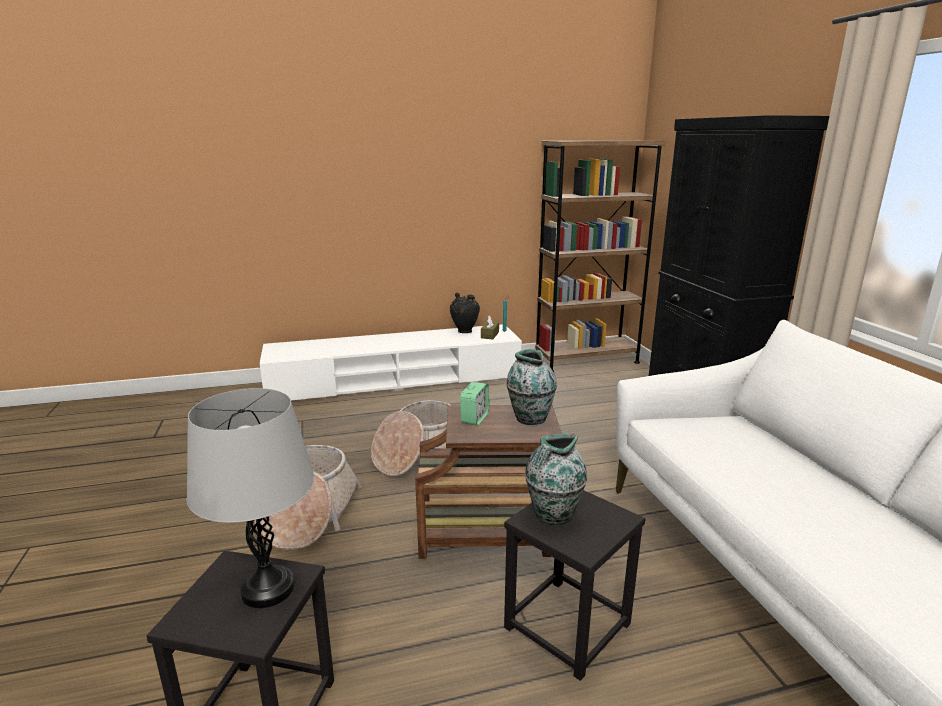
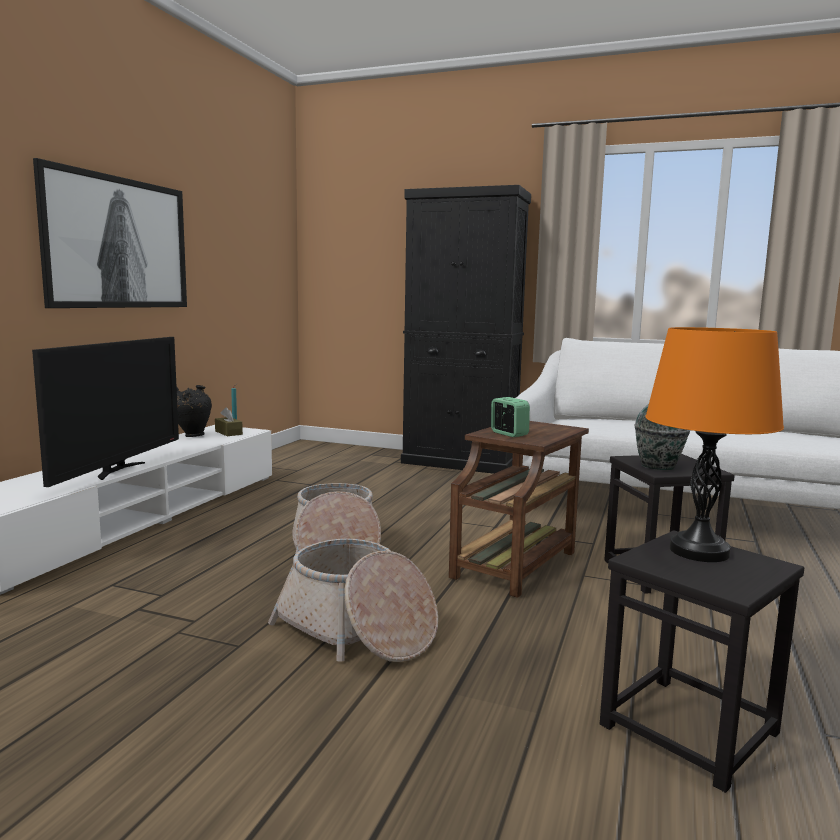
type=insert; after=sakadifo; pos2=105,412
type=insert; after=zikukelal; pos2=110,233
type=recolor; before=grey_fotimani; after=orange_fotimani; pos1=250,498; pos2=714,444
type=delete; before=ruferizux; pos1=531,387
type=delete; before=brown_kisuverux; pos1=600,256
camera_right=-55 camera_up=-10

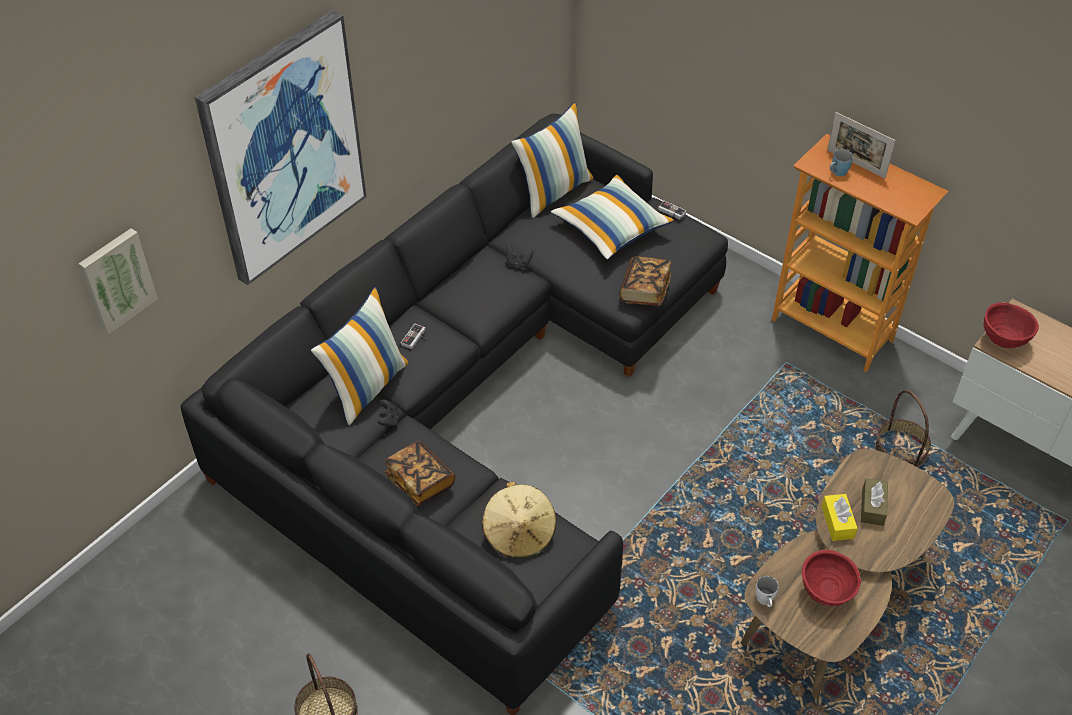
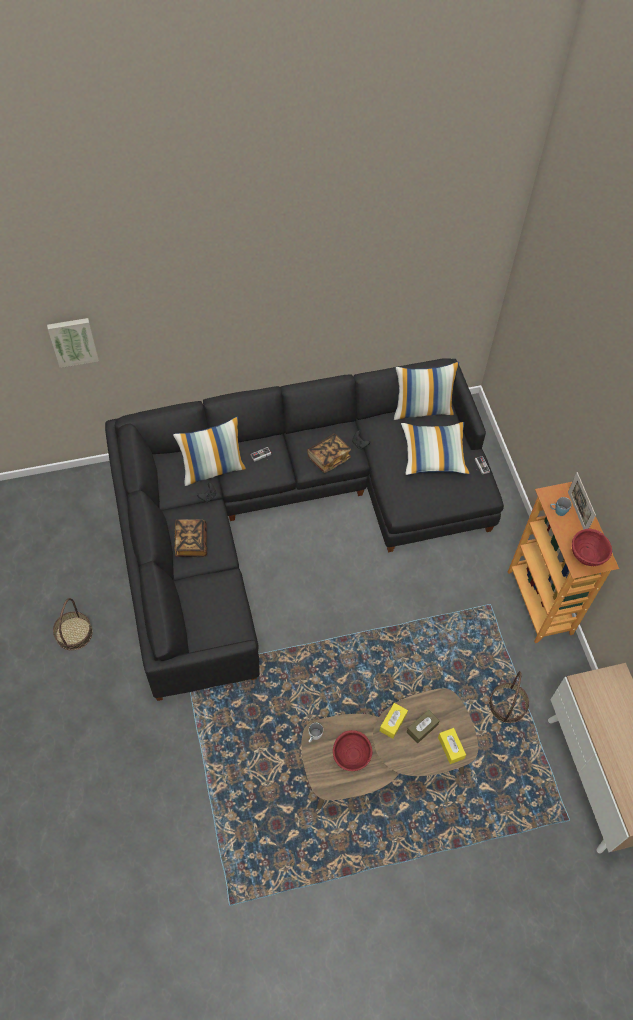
type=move; before=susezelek; pos1=645,281; pos2=329,453
type=insert; after=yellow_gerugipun; pos2=452,746
type=move; before=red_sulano; pos1=1011,325; pos2=592,548
type=delete; before=zikukelal; pos1=280,147
type=delete; before=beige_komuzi; pos1=519,520
camera_right=35 camera_up=10

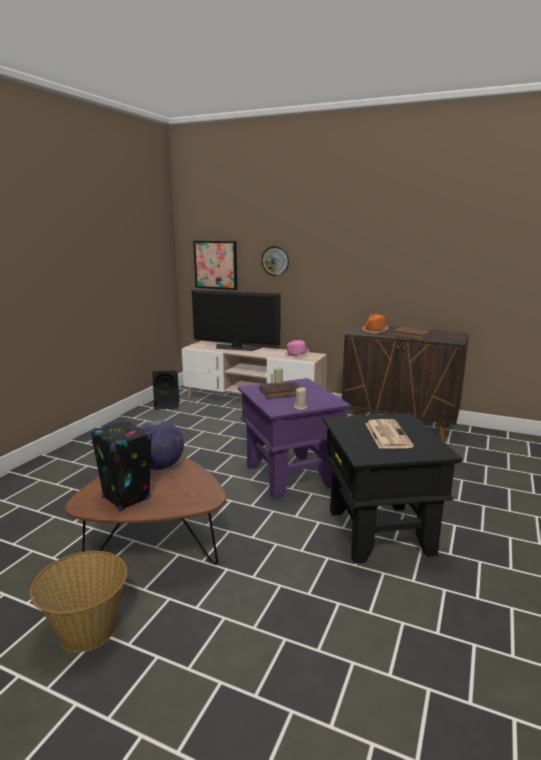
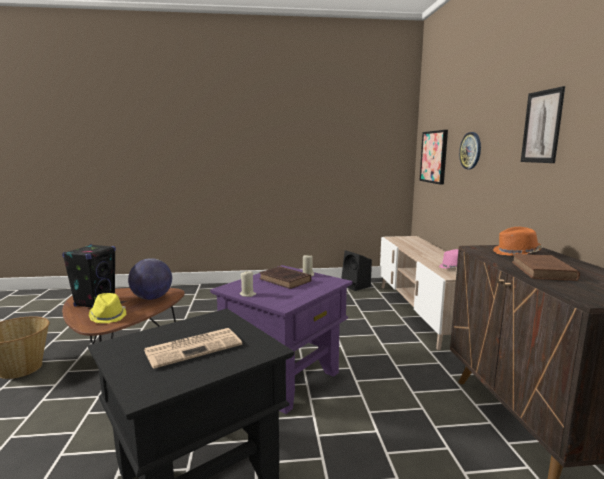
type=insert; after=yellow_komuzi; pos2=107,308
type=insert; after=zikukelal; pos2=543,124
type=delete; before=sakadifo; pos1=236,320
camera_right=60 camera_up=-5

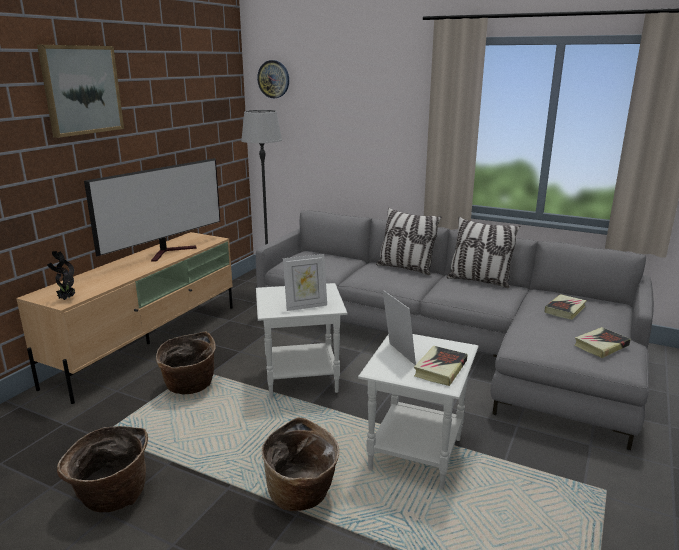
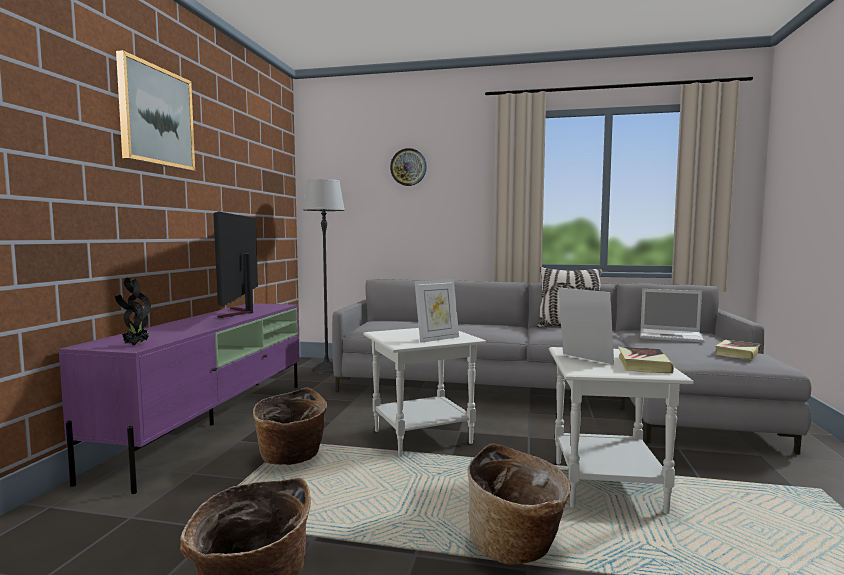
type=recolor; before=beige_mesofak; after=purple_mesofak; pos1=124,318; pos2=179,398
type=rotate; before=sakadifo; pos1=152,210; pos2=235,264; turn=150
type=move; before=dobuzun; pos1=273,79; pos2=408,167
type=replace; before=susezelek; after=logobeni; pos1=566,307; pos2=673,316
type=delete; before=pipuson; pos1=408,241
camera_right=-15 camera_up=-15

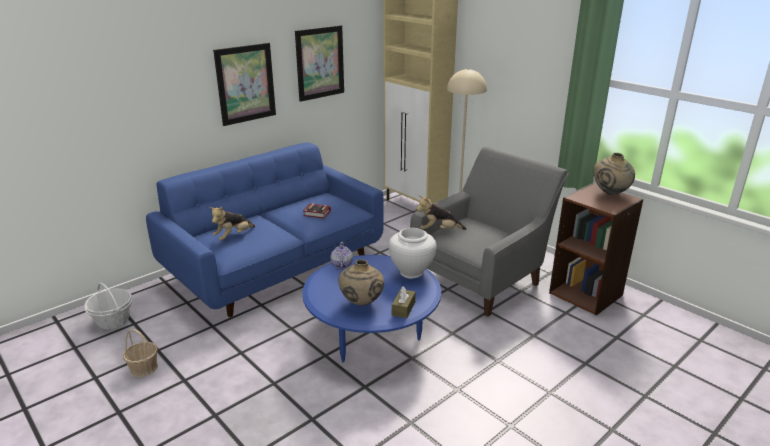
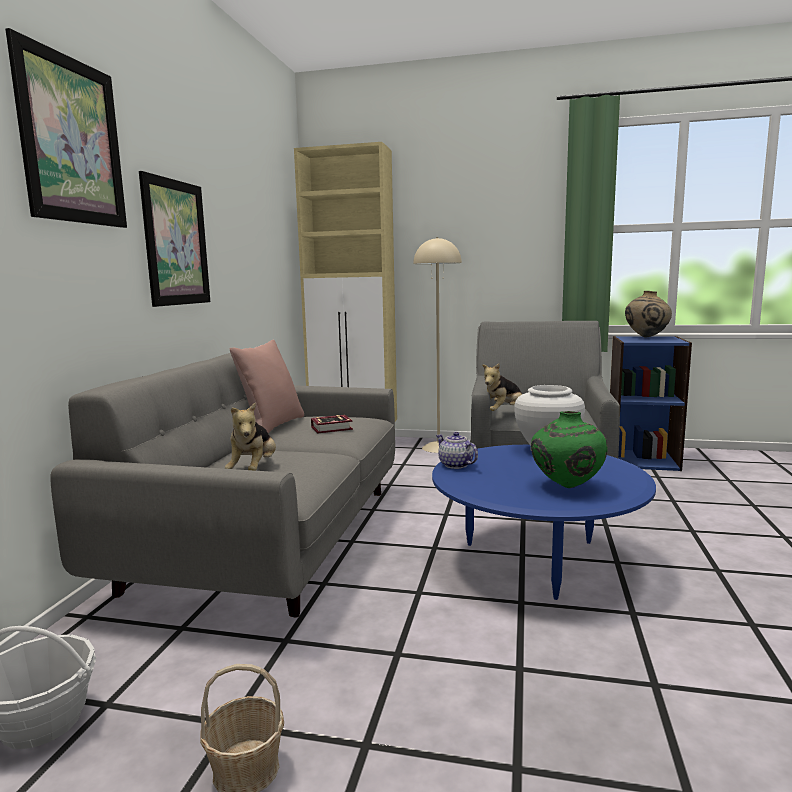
type=move; before=zikukelal; pos1=319,63; pos2=66,128
type=recolor; before=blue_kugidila; after=grey_kugidila; pos1=265,229; pos2=222,485
type=insert; after=pink_pipuson; pos2=267,387
type=recolor; before=beige_ruferizux; after=green_ruferizux; pos1=361,283; pos2=569,449
type=recolor; before=brown_kisuverux; after=blue_kisuverux; pos1=596,249; pos2=651,403
type=delete; before=brown_gerugipun; pos1=404,302
camera_right=-35 camera_up=-15

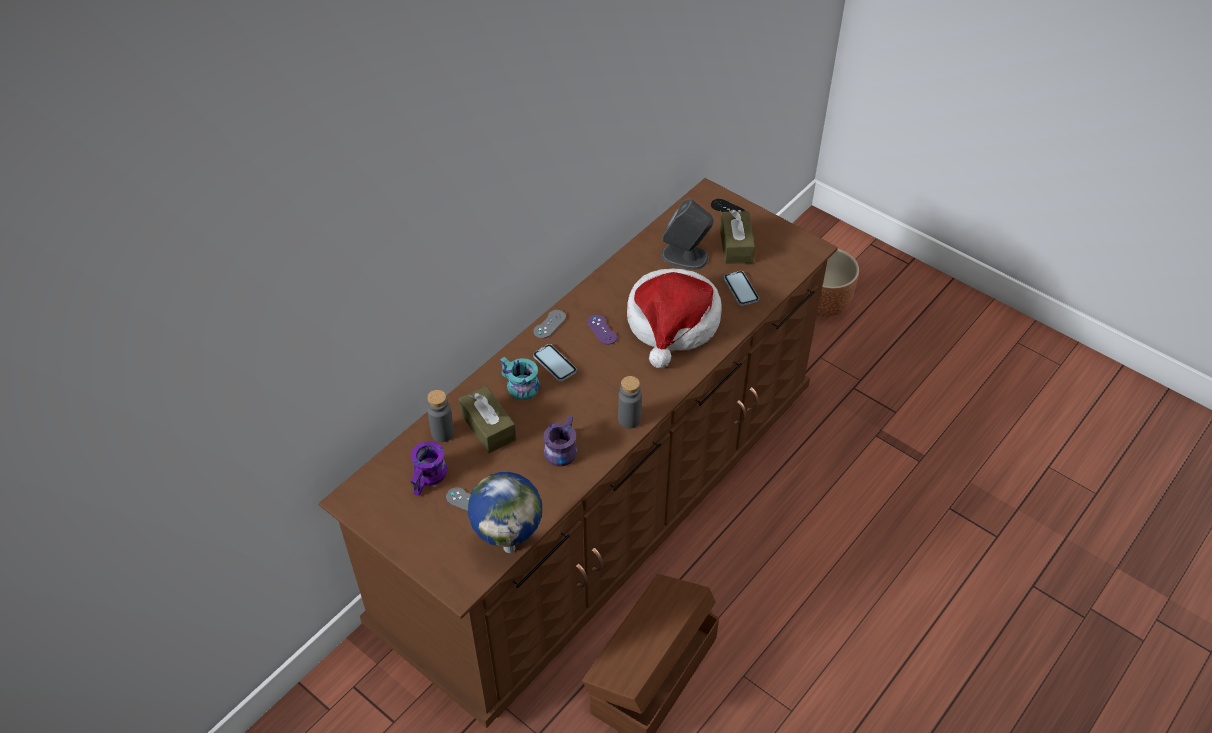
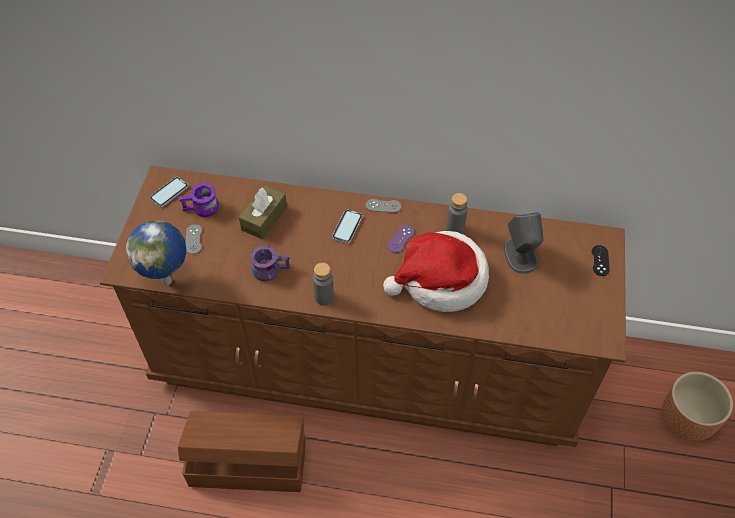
type=move; before=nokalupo; pos1=741,288; pos2=169,192
type=move; before=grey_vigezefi; pos1=440,416; pos2=457,213
type=delete; before=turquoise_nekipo; pos1=520,378
type=delete; before=brown_gerugipun; pos1=737,237
camera_right=60 camera_up=5

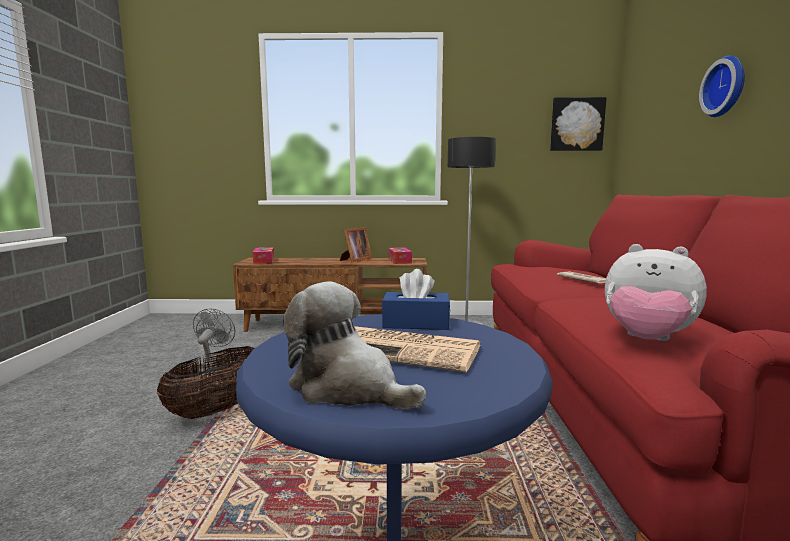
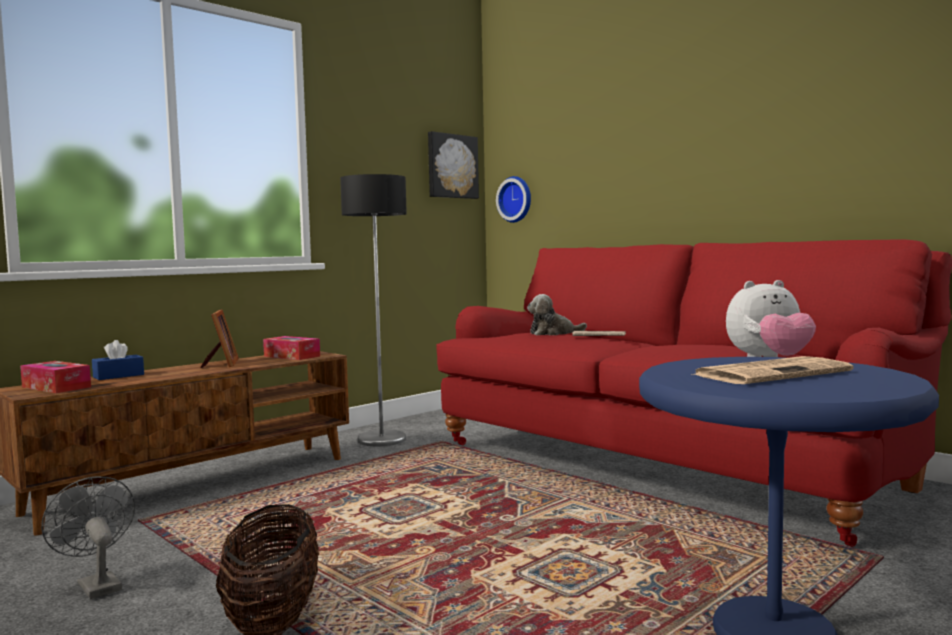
type=move; before=blue_gerugipun; pos1=416,299; pos2=118,360
type=move; before=dobuzun; pos1=722,86; pos2=513,199
type=move; before=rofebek; pos1=354,345; pos2=557,315
camera_right=-45 camera_up=-5

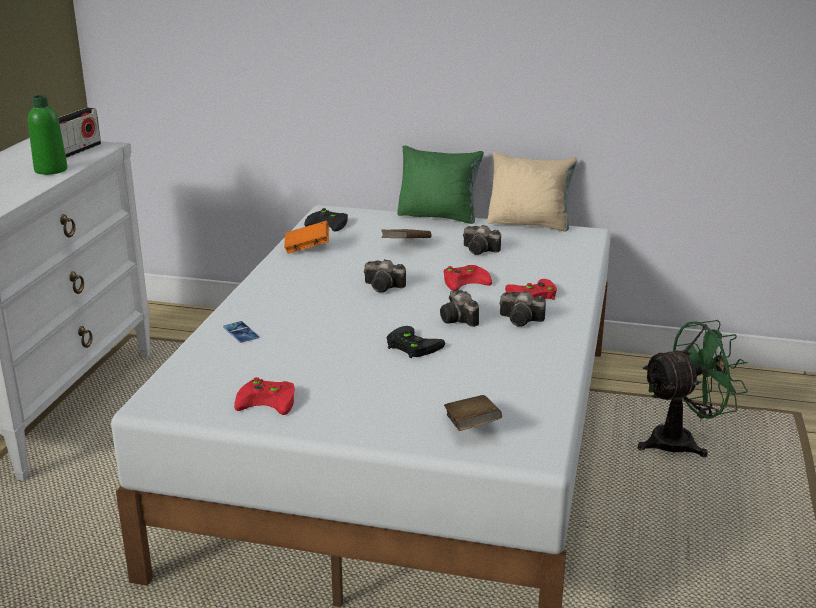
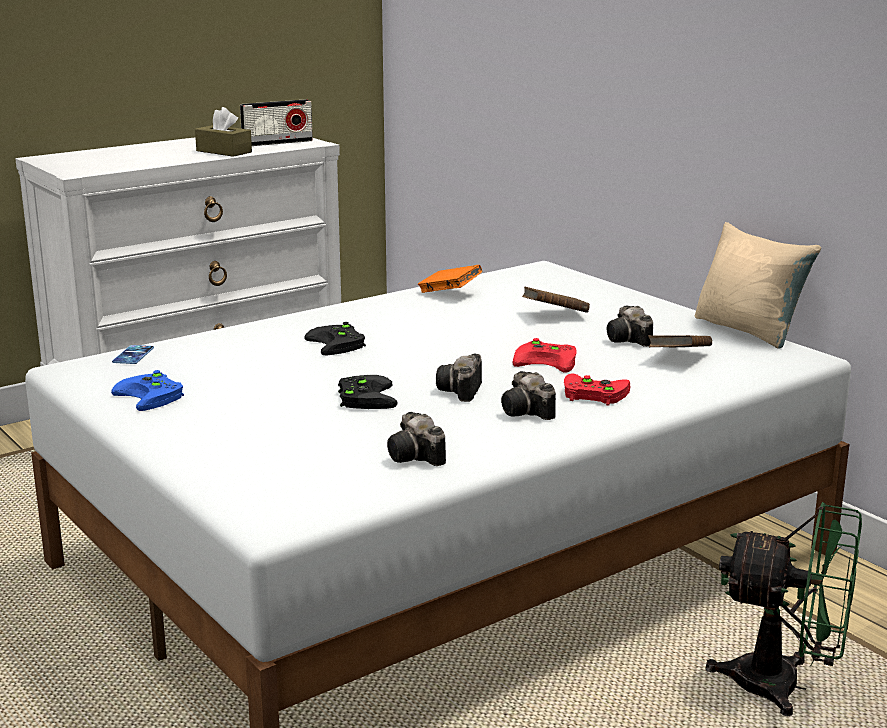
type=recolor; before=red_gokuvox; after=blue_gokuvox; pos1=264,396; pos2=147,390
type=move; before=nokalupo; pos1=241,332; pos2=133,354
type=replace; before=green_vigezefi; after=brown_gerugipun; pos1=47,135; pos2=223,132
type=move; before=black_gokuvox; pos1=326,220; pos2=335,338
type=move; before=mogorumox; pos1=385,276; pos2=416,439
type=move; before=brown_susezelek; pos1=473,413; pos2=680,341
type=delete; before=green_pipuson; pos1=440,184
camera_right=40 camera_up=-5

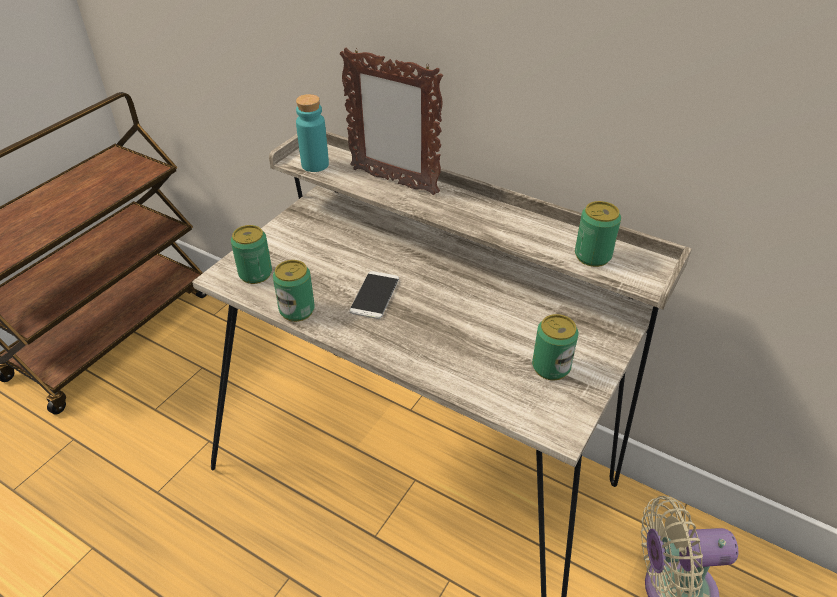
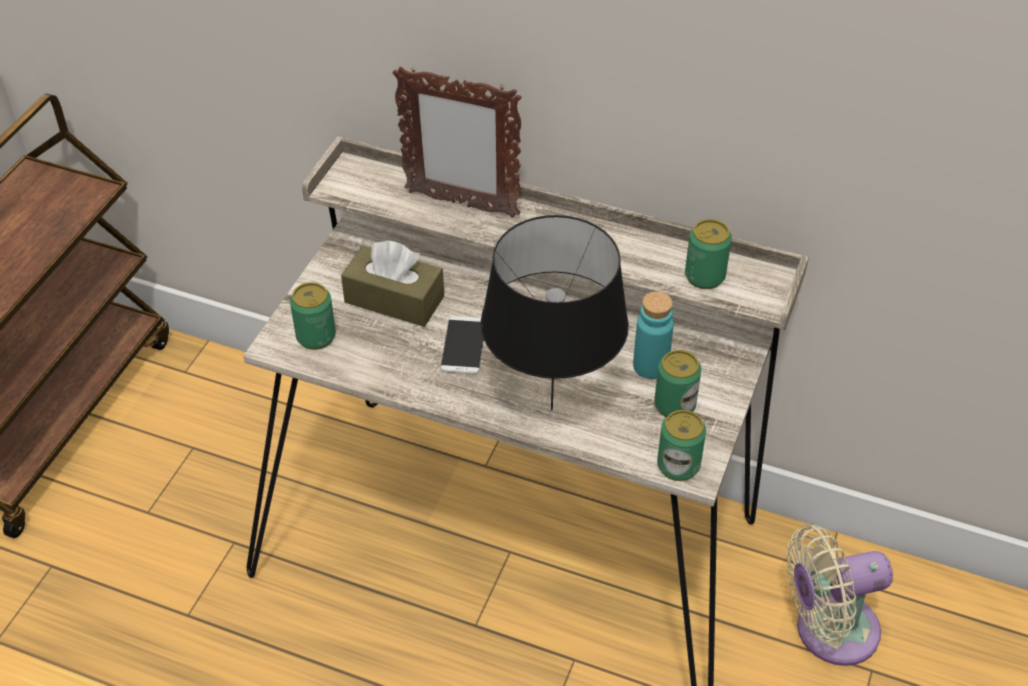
type=insert; after=brown_gerugipun; pos2=392,283
type=insert; after=black_fotimani; pos2=554,312
type=move; before=turquoise_vigezefi; pos1=312,133; pos2=653,335
type=move; before=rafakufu; pos1=294,291; pos2=681,445
camera_right=-10 camera_up=5

